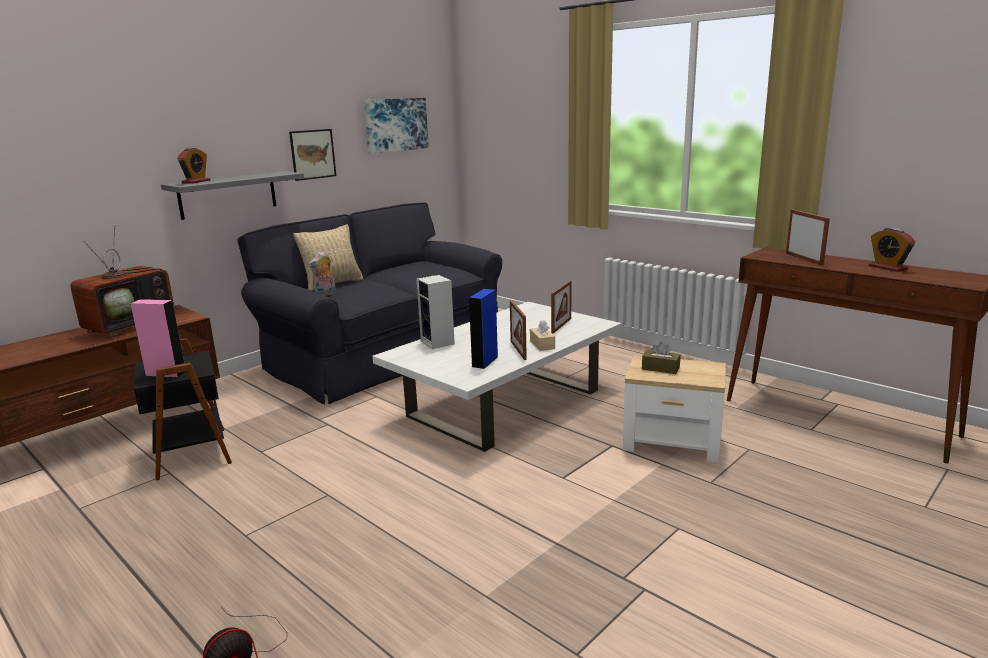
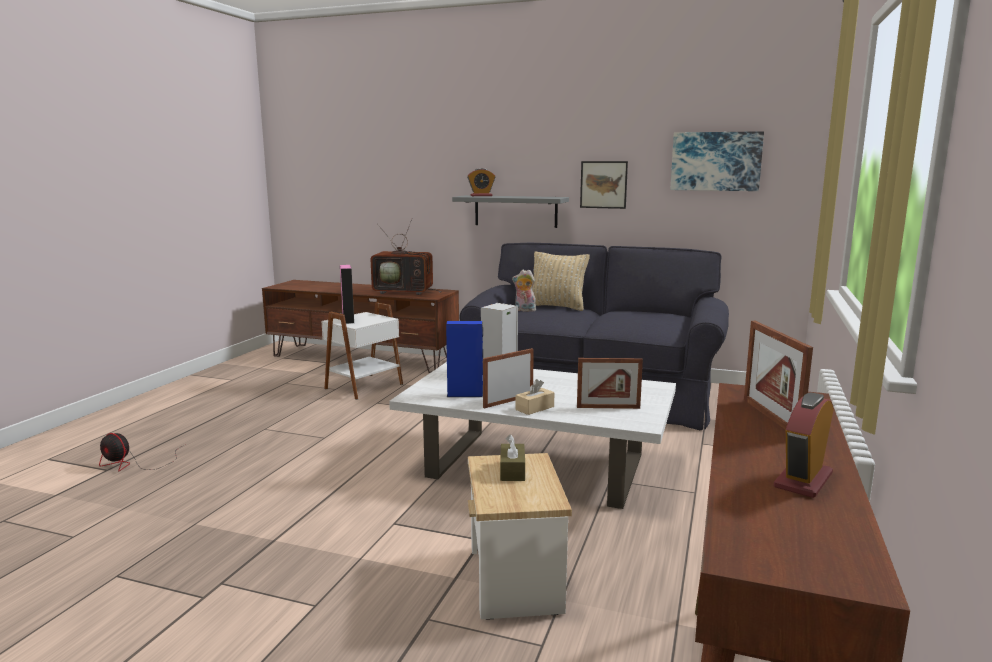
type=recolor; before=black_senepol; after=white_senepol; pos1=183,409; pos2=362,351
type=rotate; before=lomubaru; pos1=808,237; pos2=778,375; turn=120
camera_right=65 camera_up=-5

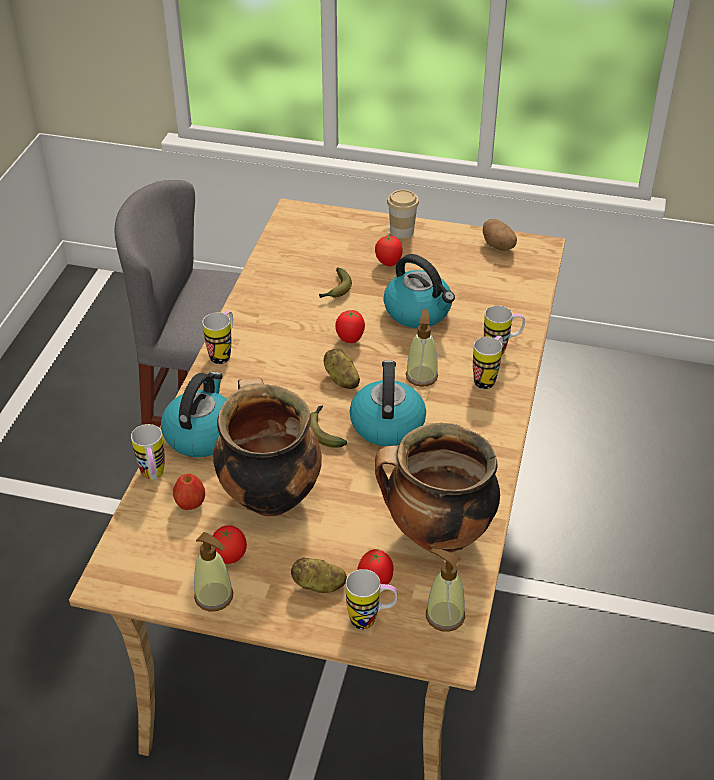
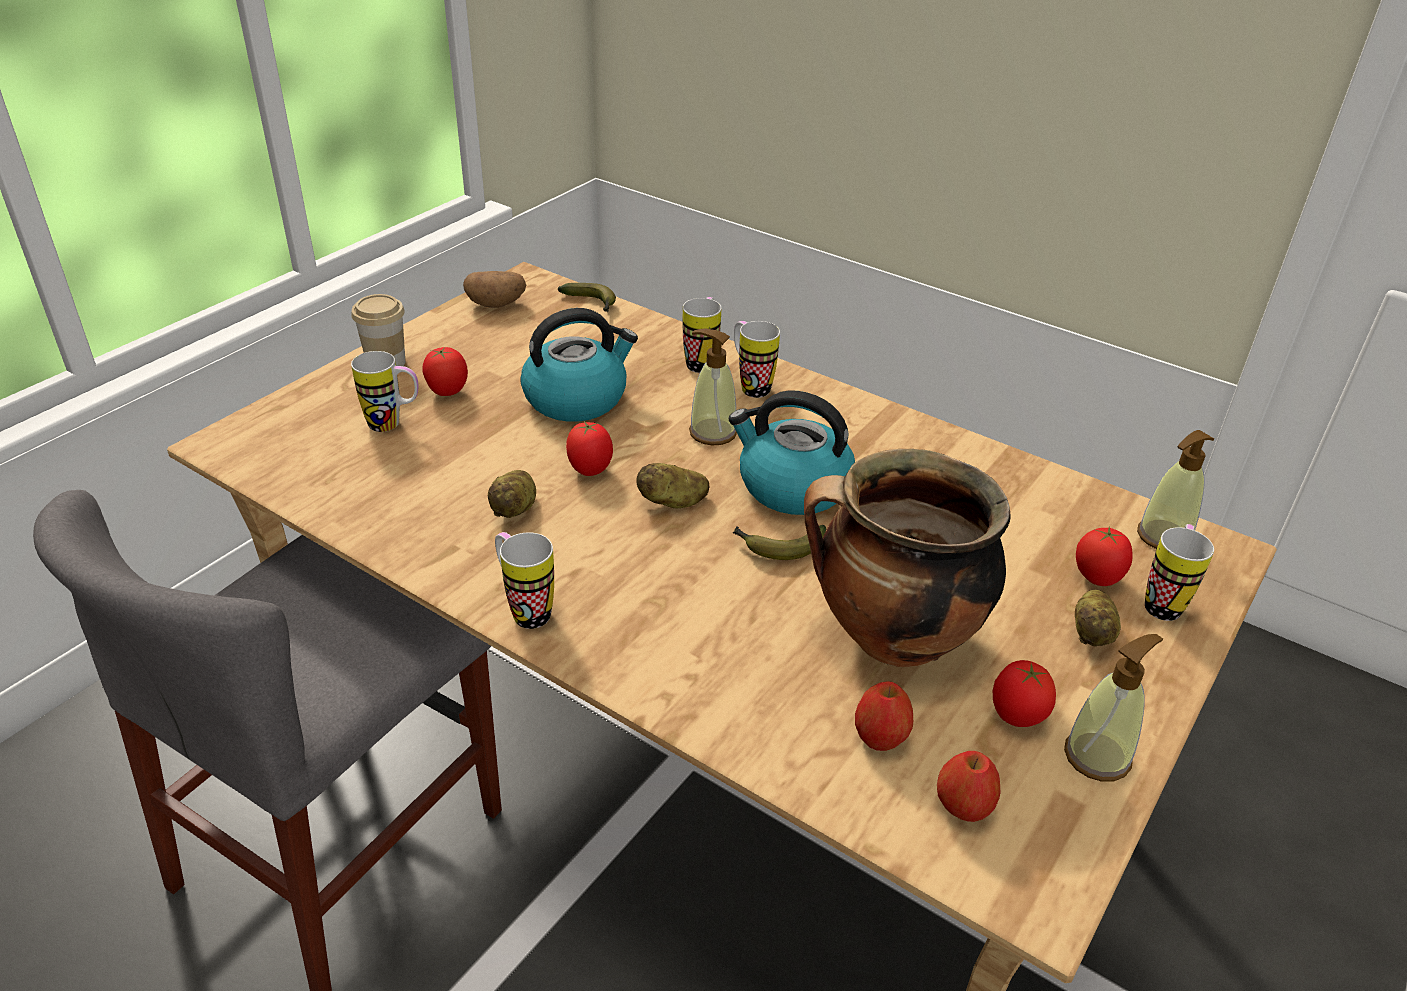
type=move; before=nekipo; pos1=148,452; pos2=385,391
type=insert; after=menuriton; pos2=511,494
type=move; before=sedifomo; pos1=335,283; pos2=587,297
type=insert; after=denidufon; pos2=968,786
type=delete; before=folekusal; pos1=194,414
type=delete; before=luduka; pos1=437,488
camera_right=-70 camera_up=-5

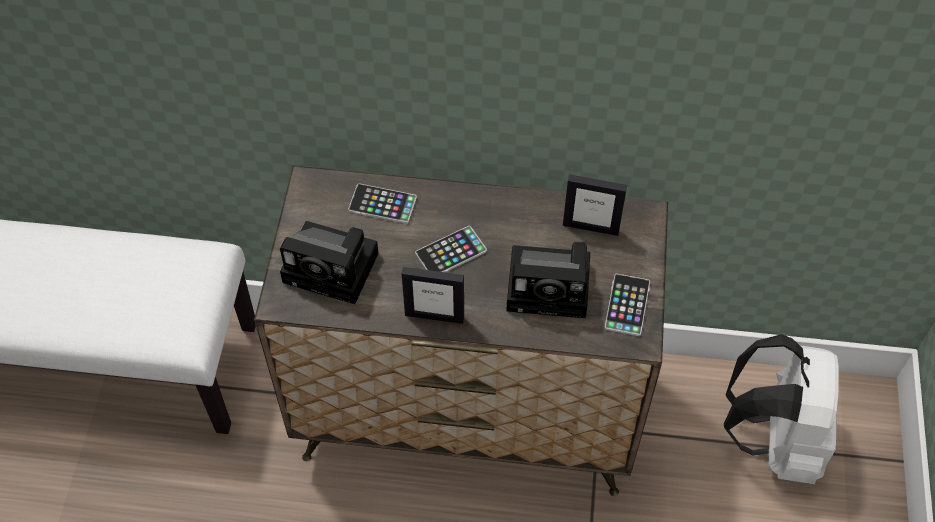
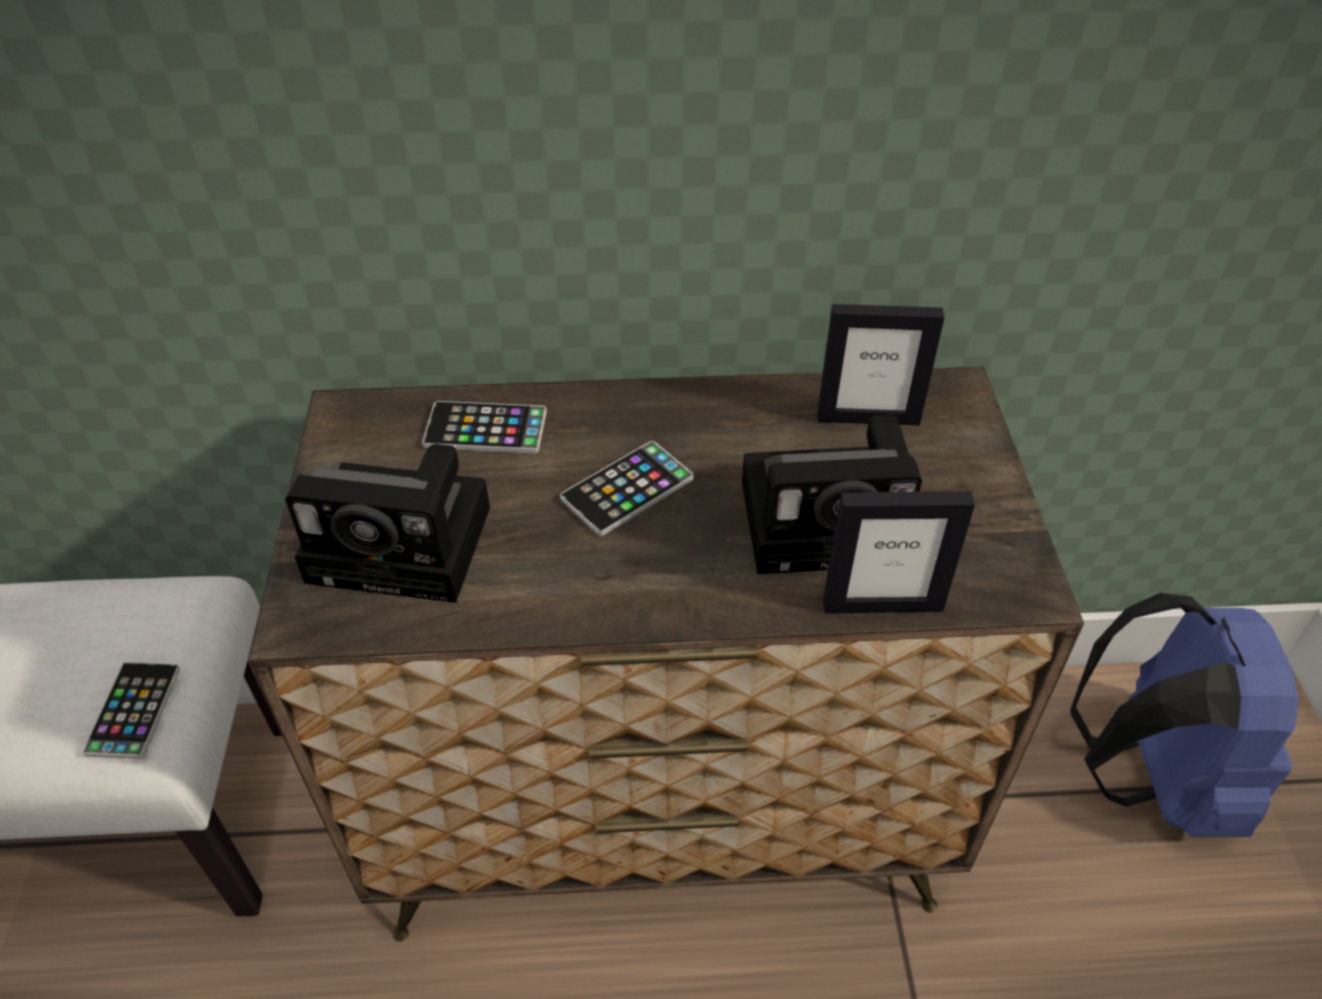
type=move; before=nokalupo; pos1=627,305; pos2=131,710
type=move; before=lomubaru; pos1=433,295; pos2=899,552
type=recolor; before=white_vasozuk; after=blue_vasozuk; pos1=781,409; pos2=1184,715
camera_right=-10 camera_up=-10

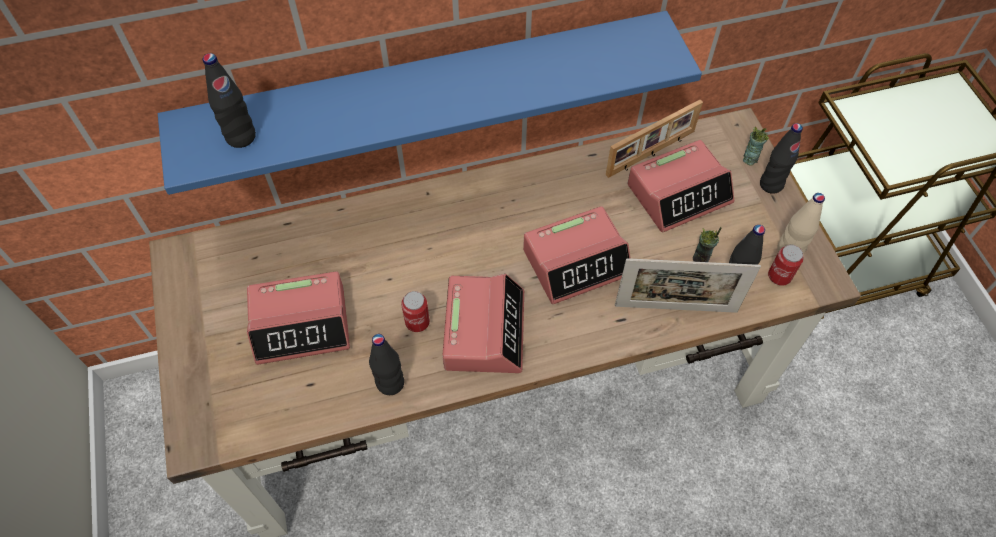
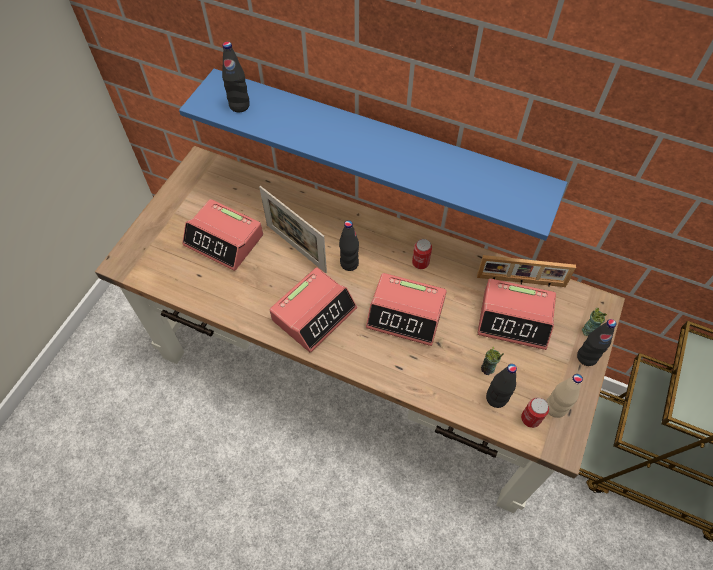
type=move; before=lomubaru; pos1=688,285; pos2=293,229
type=move; before=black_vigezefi; pos1=386,364; pos2=349,245
type=move; before=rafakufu; pos1=415,311; pos2=422,254
camera_right=40 camera_up=0

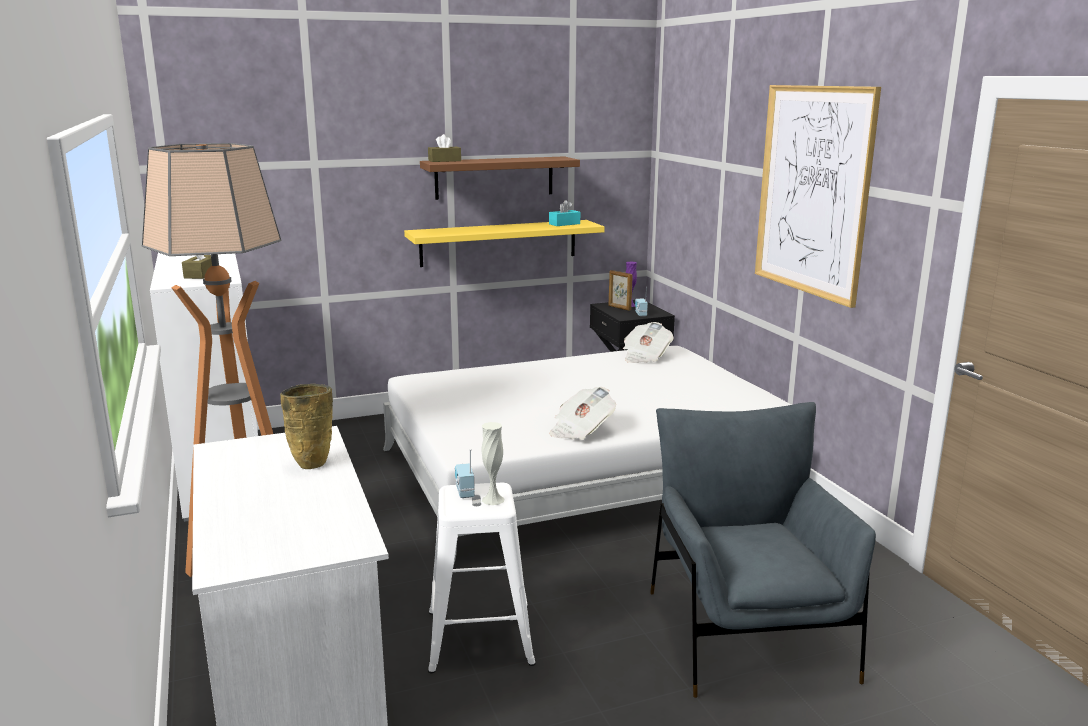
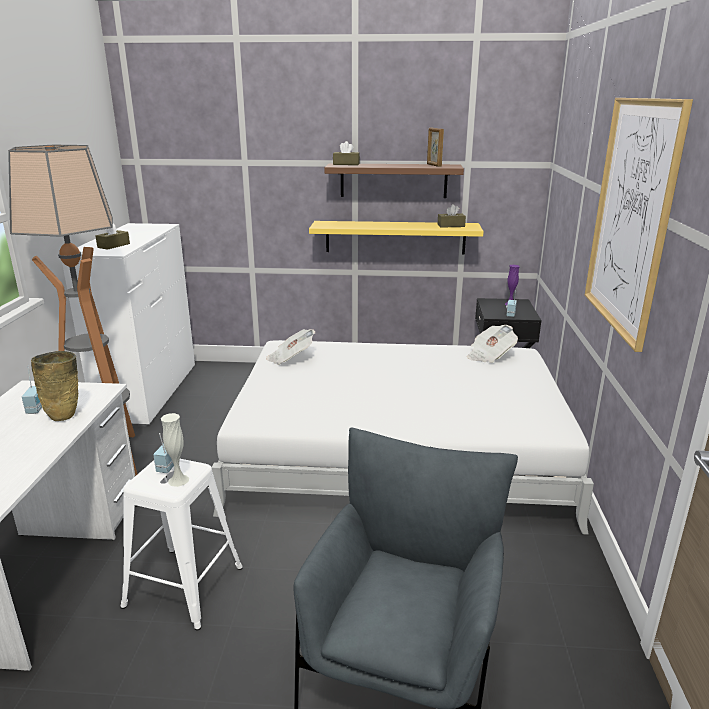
type=insert; after=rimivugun; pos2=32,389
type=move; before=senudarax; pos1=582,413; pos2=290,347
type=move; before=lomubaru; pos1=620,290; pos2=435,147
type=recolor; before=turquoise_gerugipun; after=brown_gerugipun; pos1=564,213; pos2=452,216
camera_right=25 camera_up=5

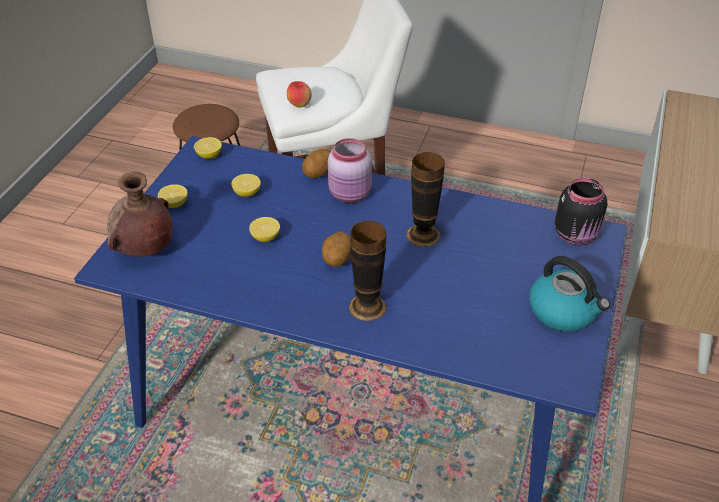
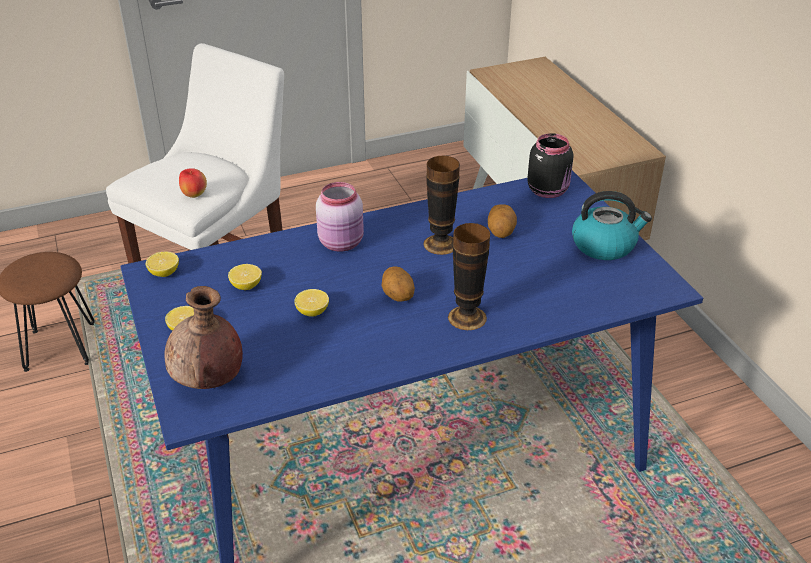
type=move; before=menuriton; pos1=316,163; pos2=502,221
camera_right=-40 camera_up=-5

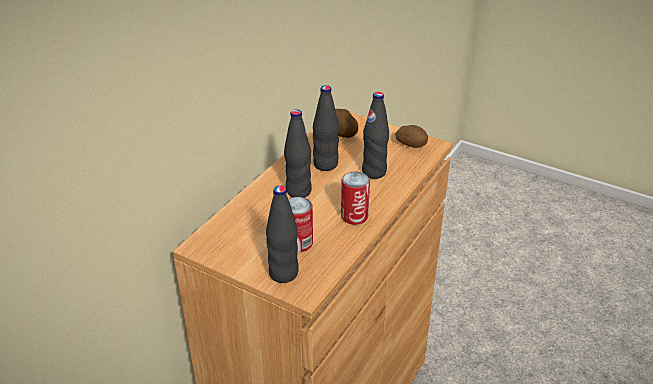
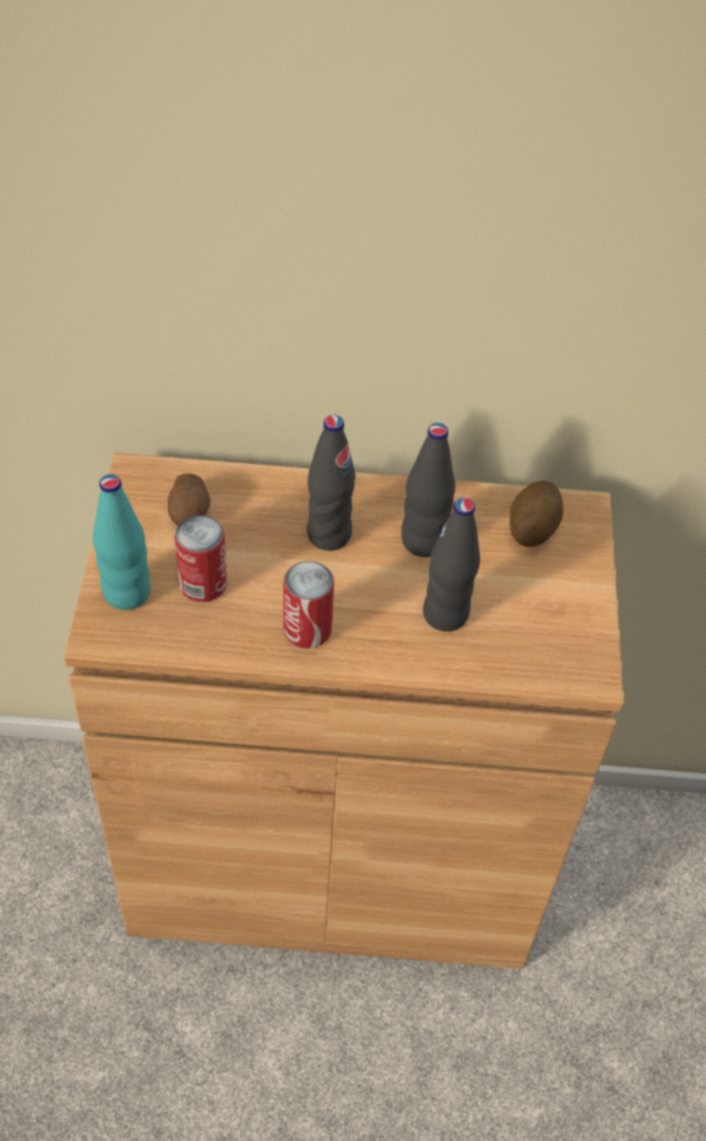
type=recolor; before=black_vigezefi; after=turquoise_vigezefi; pos1=282,234; pos2=122,542
type=move; before=menuriton; pos1=411,136; pos2=189,500
camera_right=60 camera_up=15

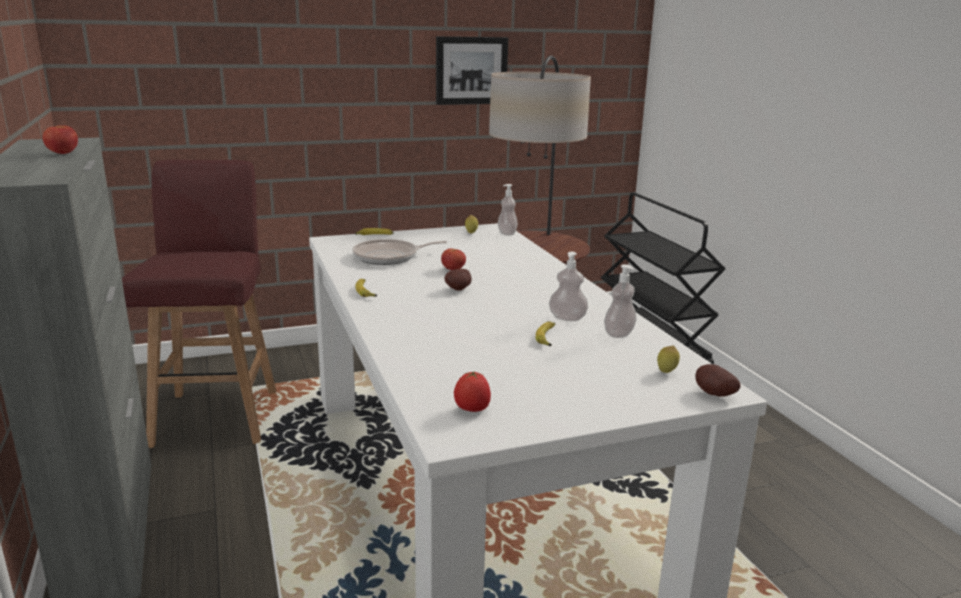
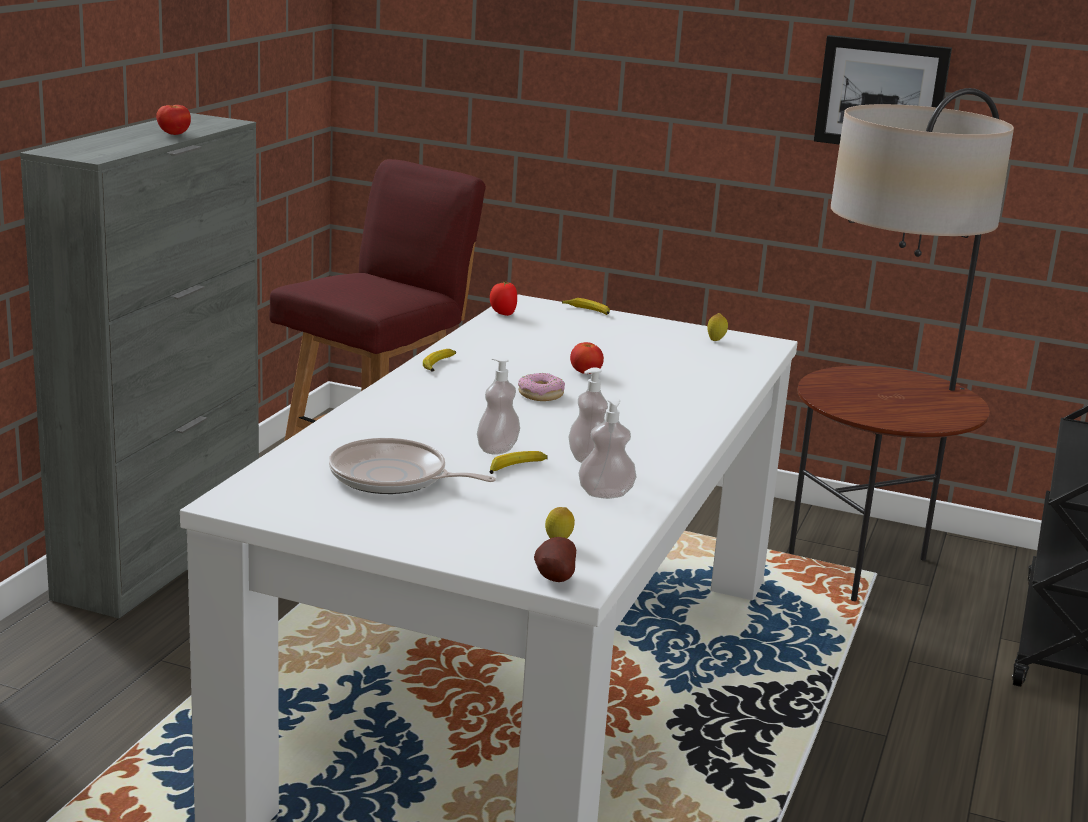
type=move; before=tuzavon; pos1=399,252; pos2=412,466
type=move; before=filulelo; pos1=508,209; pos2=498,406
type=move; before=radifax; pos1=472,391; pos2=503,298
type=replace; before=menuriton; after=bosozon; pos1=458,280; pos2=541,387
camera_right=40 camera_up=0

